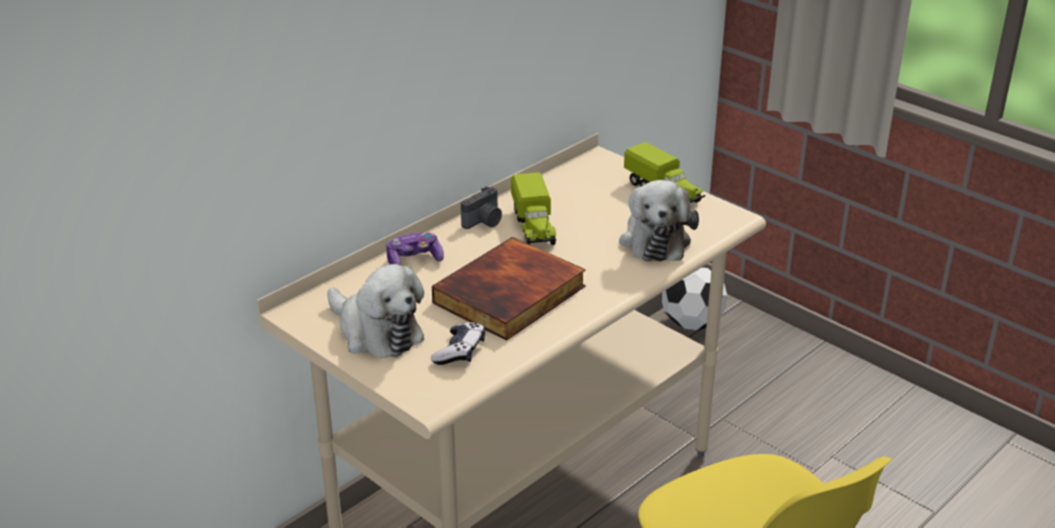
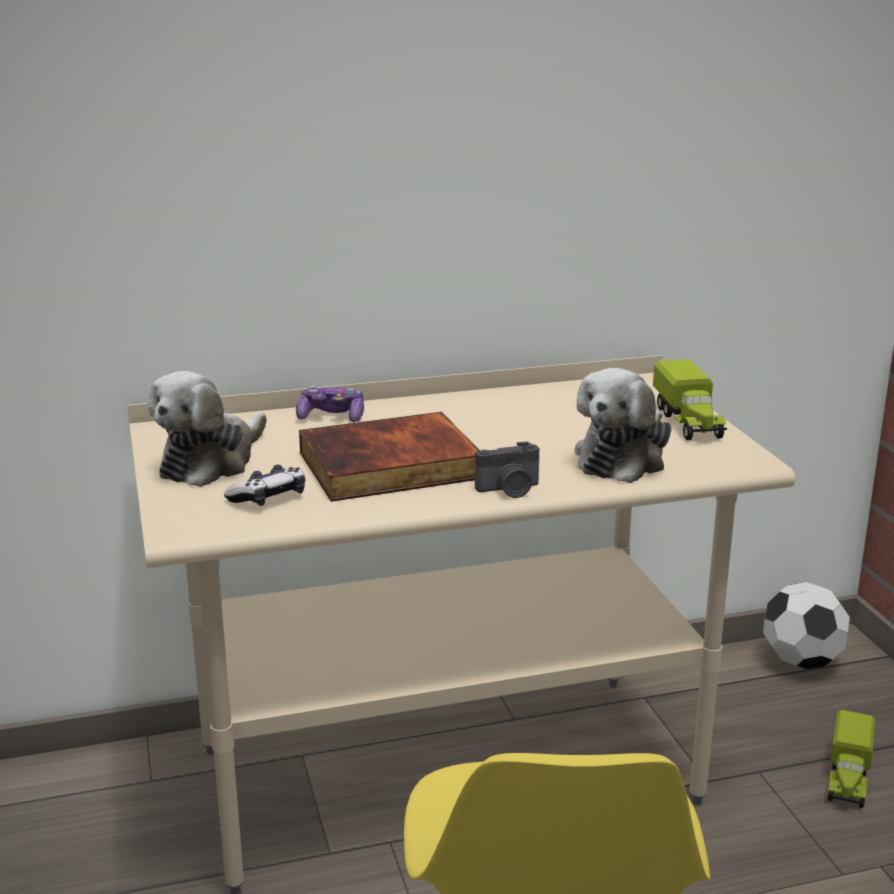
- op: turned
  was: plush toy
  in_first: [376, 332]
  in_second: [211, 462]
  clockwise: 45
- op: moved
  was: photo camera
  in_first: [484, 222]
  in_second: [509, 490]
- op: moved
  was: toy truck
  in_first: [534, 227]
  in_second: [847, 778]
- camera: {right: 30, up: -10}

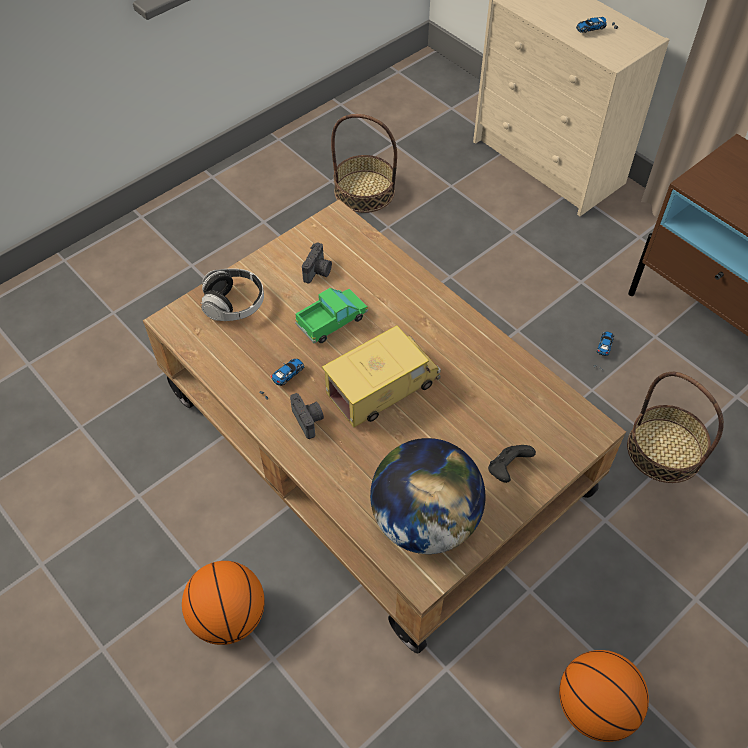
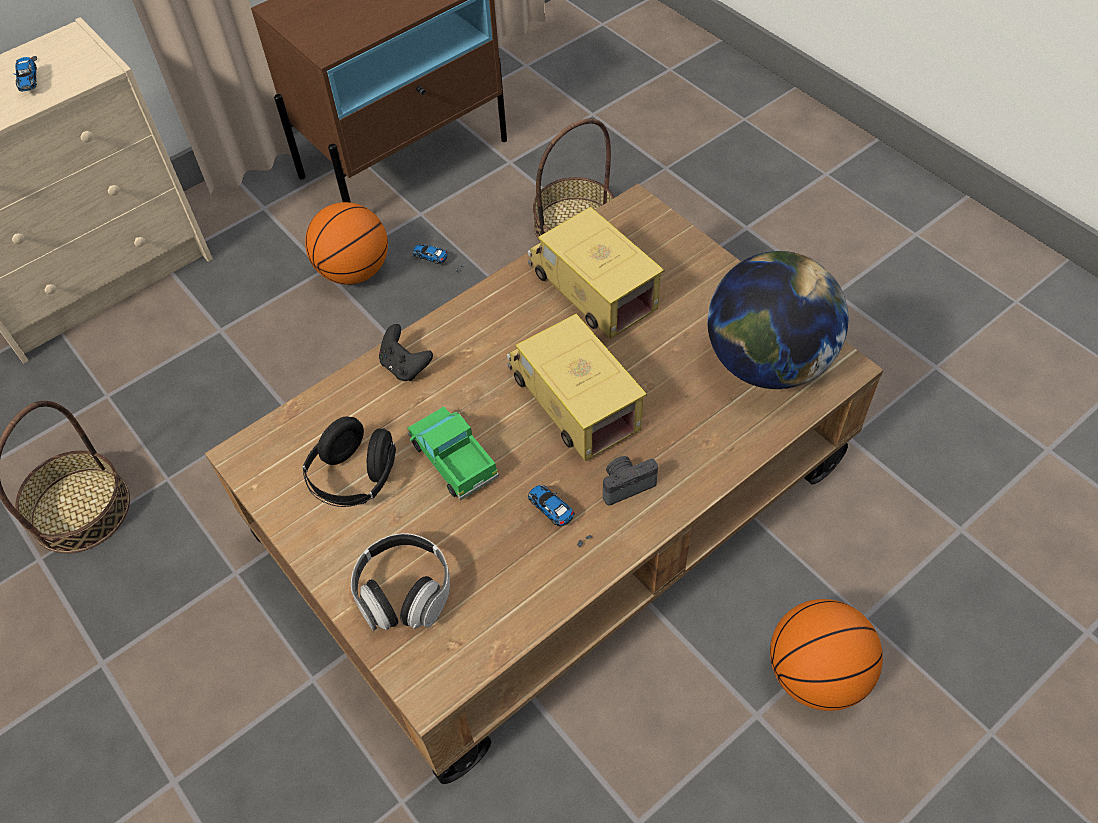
- op: replaced
  was: photo camera
  now: black headphones
  in_first: [318, 272]
  in_second: [355, 478]
- op: moved
  was: black game controller
  in_first: [507, 469]
  in_second: [405, 366]
- op: moved
  was: basketball
  in_first: [594, 707]
  in_second: [354, 271]
- op: added
  now: toy truck
  in_second: [592, 289]
- camera: {right: -85, up: 0}

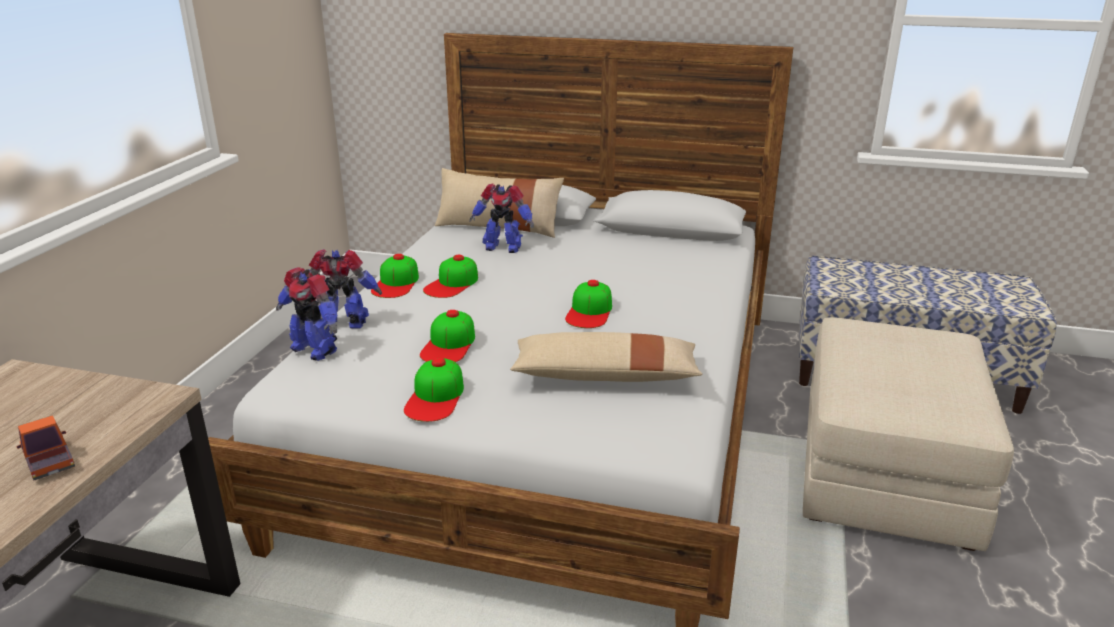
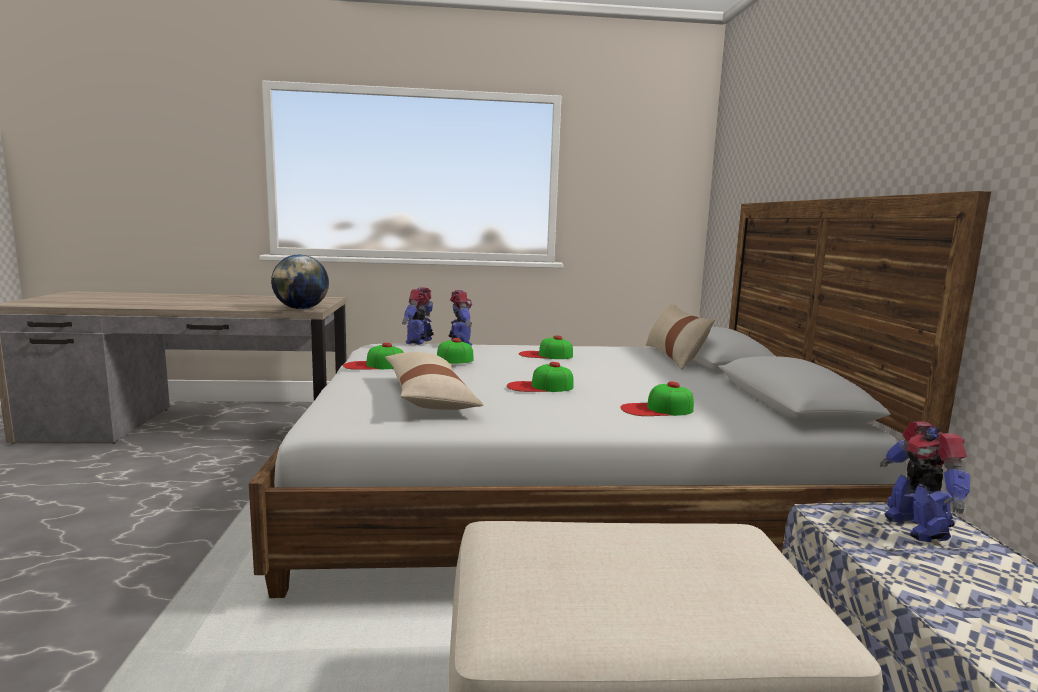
- op: removed
  was: toy truck
  in_first: [49, 462]
- op: moved
  was: cap
  in_first: [396, 283]
  in_second: [657, 409]
- op: moved
  was: toy robot
  in_first: [502, 247]
  in_second: [916, 527]
- op: added
  now: globe
  in_second: [301, 309]
- camera: {right: 70, up: -15}

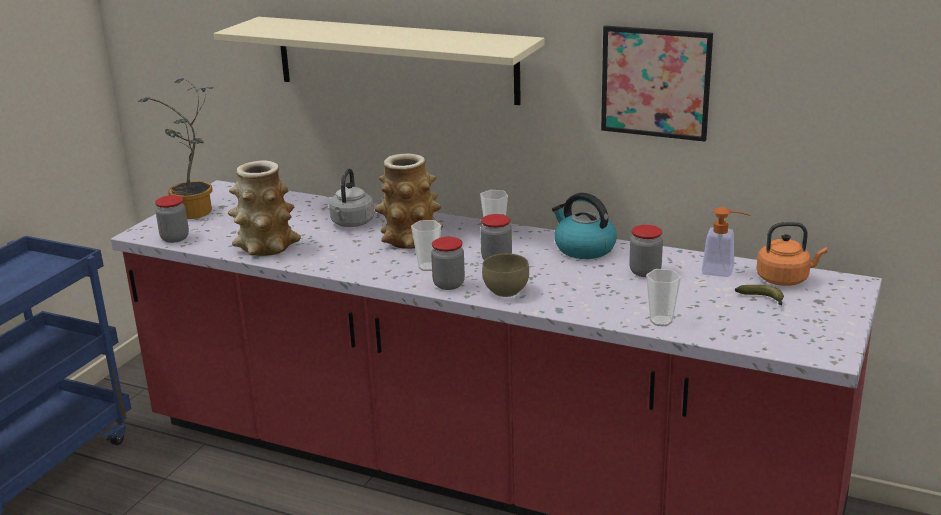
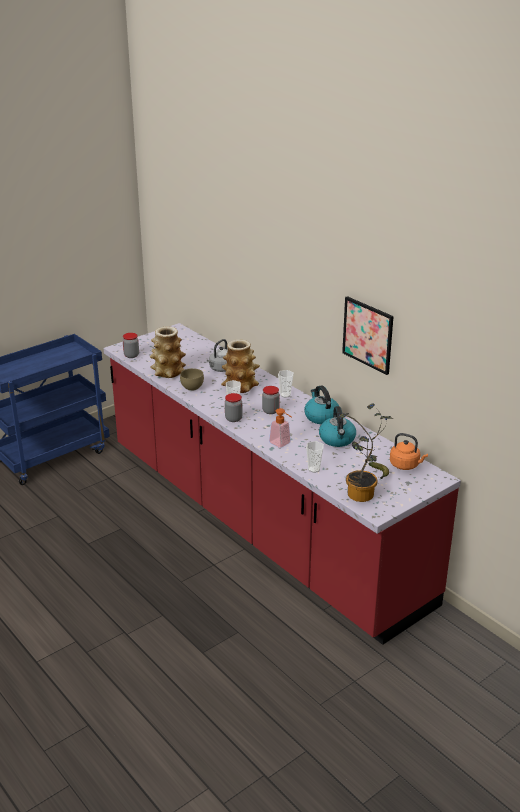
- op: moved
  was: potted plant
  in_first: [194, 214]
  in_second: [360, 497]
- op: removed
  was: beige shelf
  in_first: [395, 59]
- op: moved
  was: brown bowl
  in_first: [505, 290]
  in_second: [192, 387]
- op: replaced
  was: jar
  now: kettle
  in_first: [645, 272]
  in_second: [337, 439]
- op: moved
  was: soap dispenser
  in_first: [724, 271]
  in_second: [282, 444]
- camera: {right: 25, up: 5}

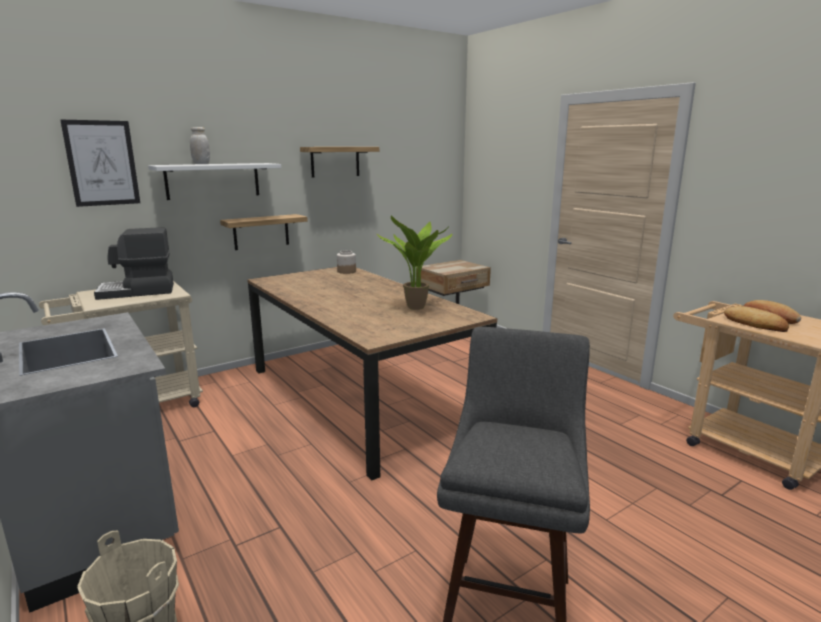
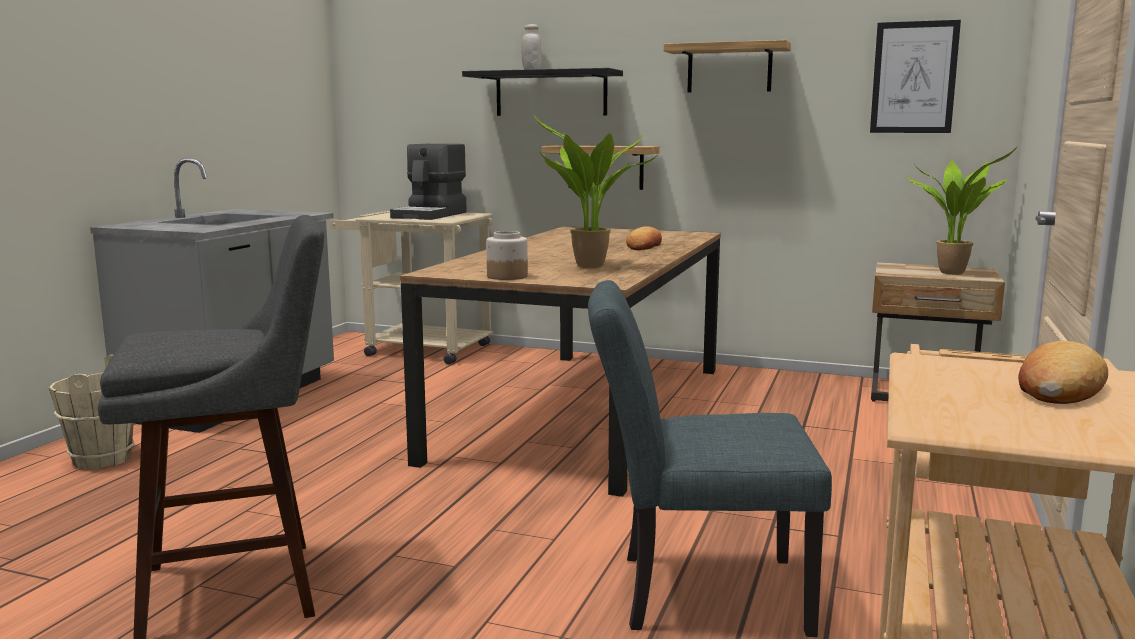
- op: moved
  was: picture
  in_first: [102, 163]
  in_second: [914, 77]
- op: turned
  was: coffee machine
  in_first: [137, 291]
  in_second: [431, 215]
  clockwise: -105
- op: recoloured
  was: white shelf
  now: black shelf
  in_first: [213, 180]
  in_second: [551, 93]
- op: moved
  was: jar
  in_first: [346, 271]
  in_second: [506, 276]
- op: moved
  was: bread
  in_first: [754, 324]
  in_second: [644, 245]
- op: added
  now: grey chair
  in_second: [695, 592]
- op: added
  now: potted plant
  in_second: [954, 273]
- camera: {right: 55, up: -5}

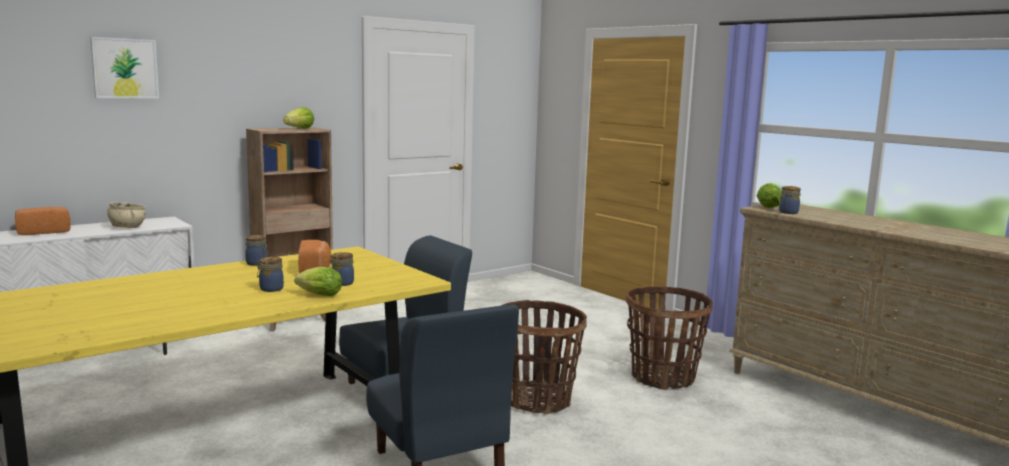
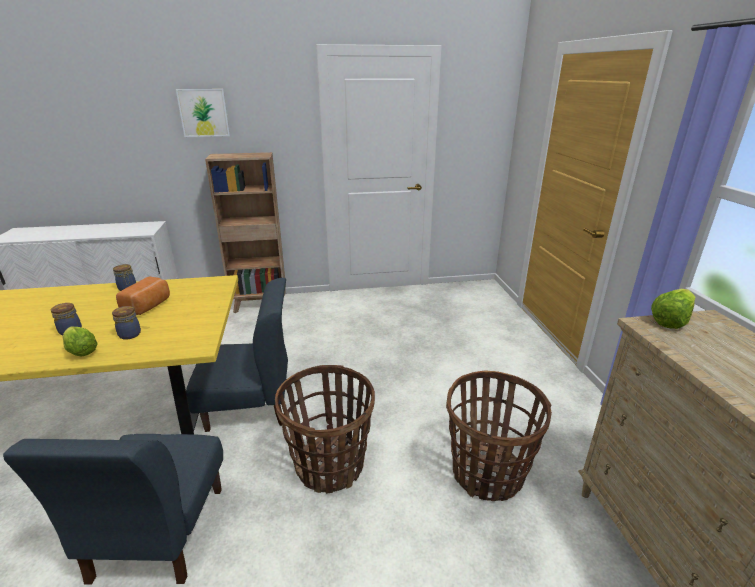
- op: removed
  was: bread
  in_first: [43, 232]
- op: moved
  was: picture
  in_first: [125, 68]
  in_second: [204, 113]
- op: removed
  was: beige bowl
  in_first: [127, 227]
- op: removed
  was: lettuce
  in_first: [299, 129]
- op: removed
  was: jar
  in_first: [787, 212]
- camera: {right: 30, up: 15}

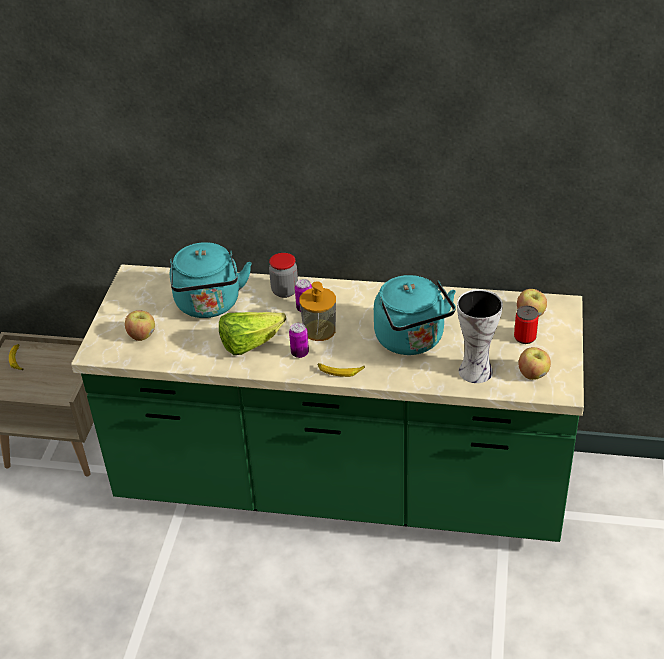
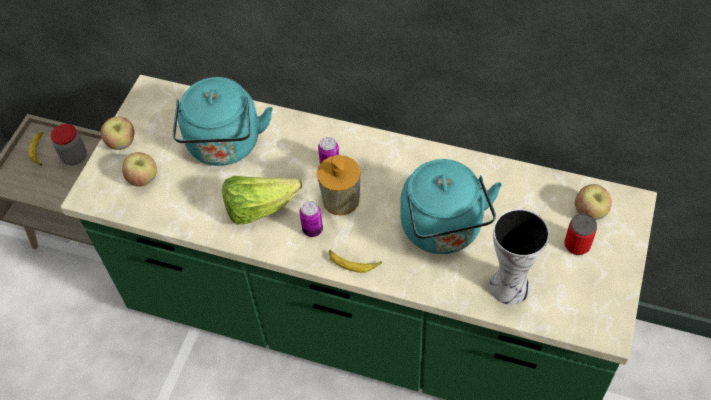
- op: moved
  was: jar
  in_first: [285, 291]
  in_second: [74, 157]
- op: moved
  was: apple
  in_first: [533, 374]
  in_second: [122, 143]
- camera: {right: 10, up: 15}

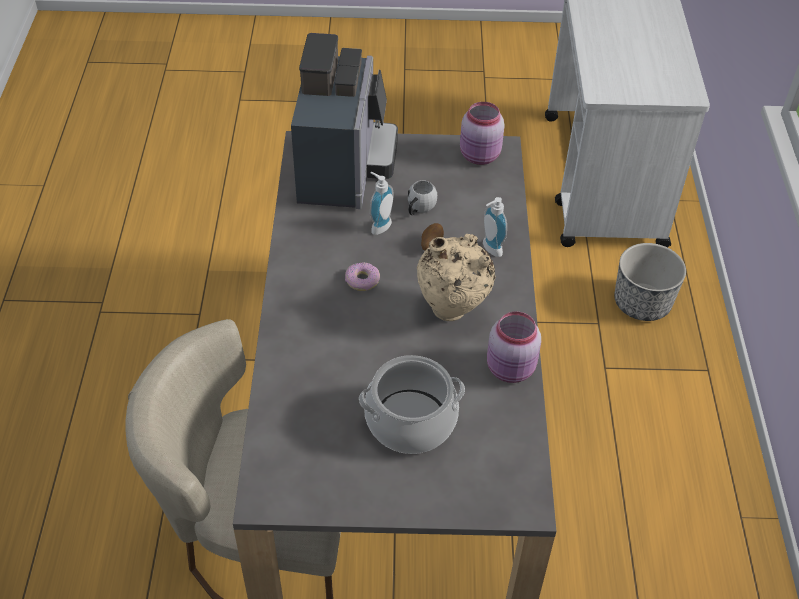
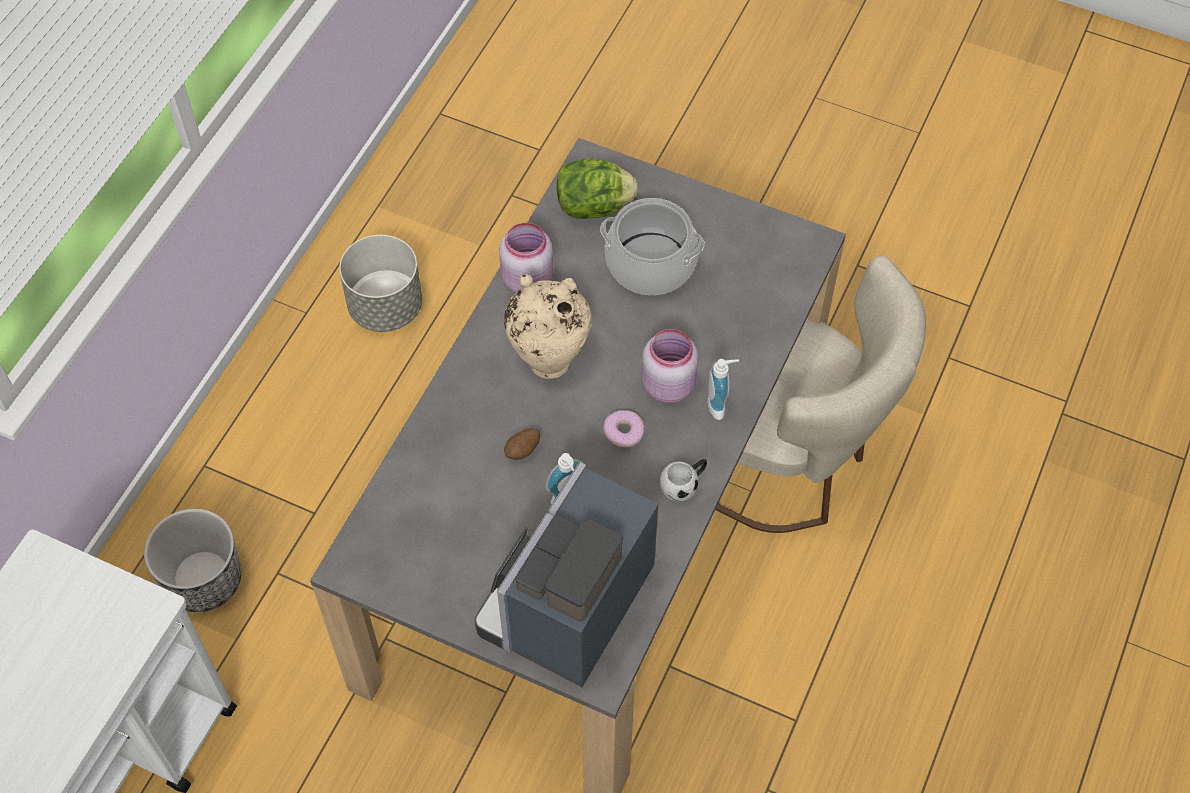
- op: moved
  was: white mug
  in_first: [419, 209]
  in_second: [684, 485]
- op: moved
  was: pink jar
  in_first: [480, 156]
  in_second: [668, 384]
- op: moved
  was: soap dispenser
  in_first: [489, 249]
  in_second: [720, 405]
- op: added
  now: grey planter
  in_second: [386, 306]
- op: added
  now: lettuce
  in_second: [593, 206]
- camera: {right: -155, up: 10}

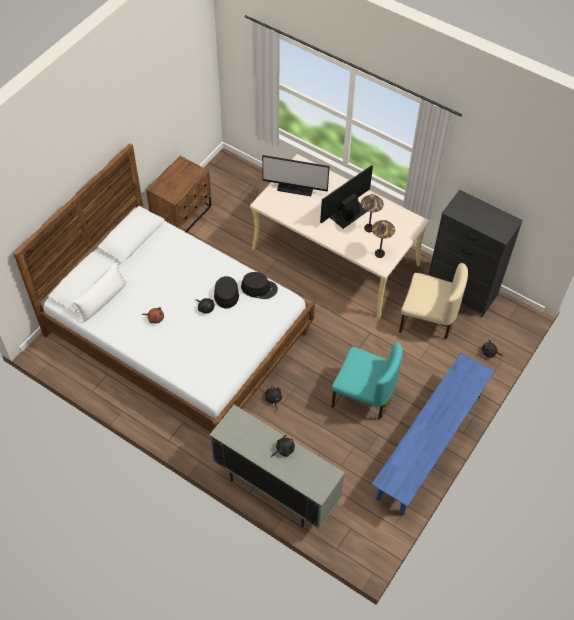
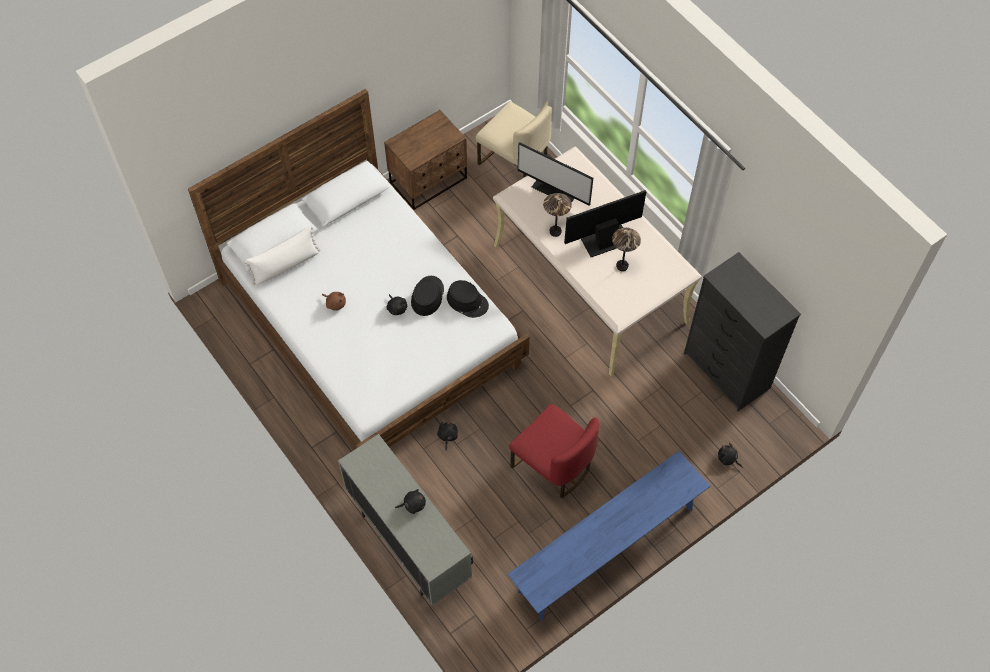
- op: recoloured
  was: turquoise chair
  now: red chair
  in_first: [363, 397]
  in_second: [553, 466]
- op: moved
  was: table lamp
  in_first: [379, 254]
  in_second: [555, 232]
- op: moved
  was: beige chair
  in_first: [427, 320]
  in_second: [514, 161]
- camera: {right: 20, up: 5}

